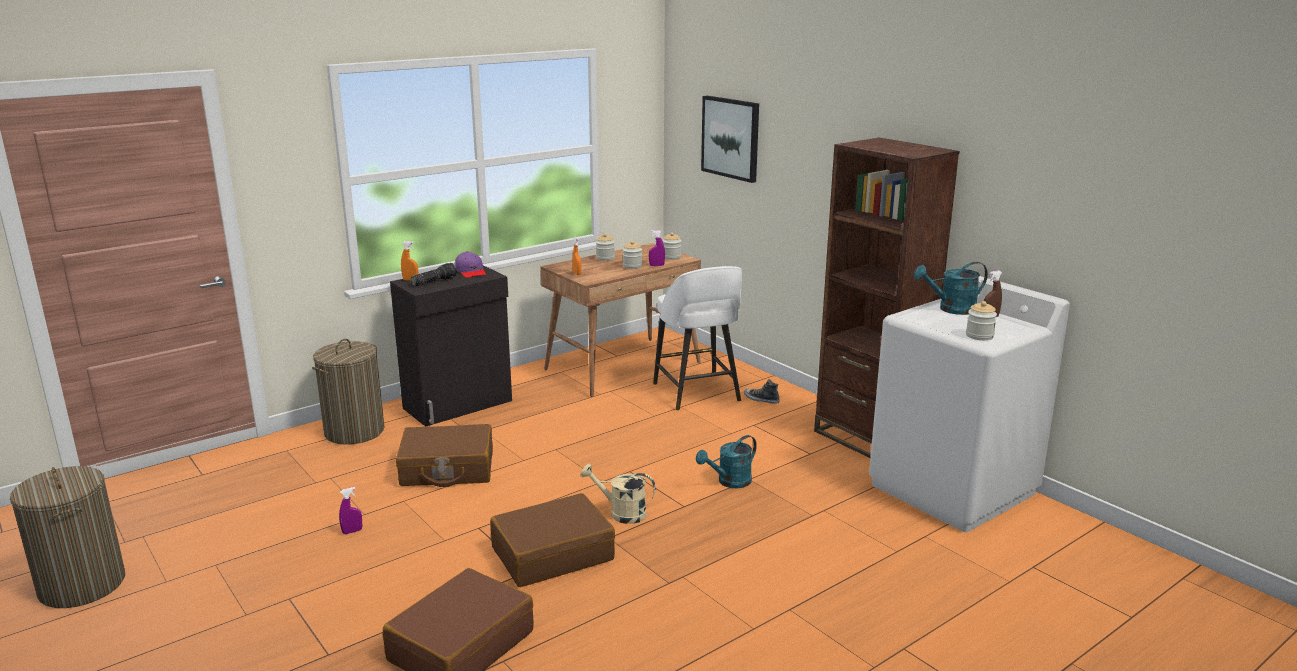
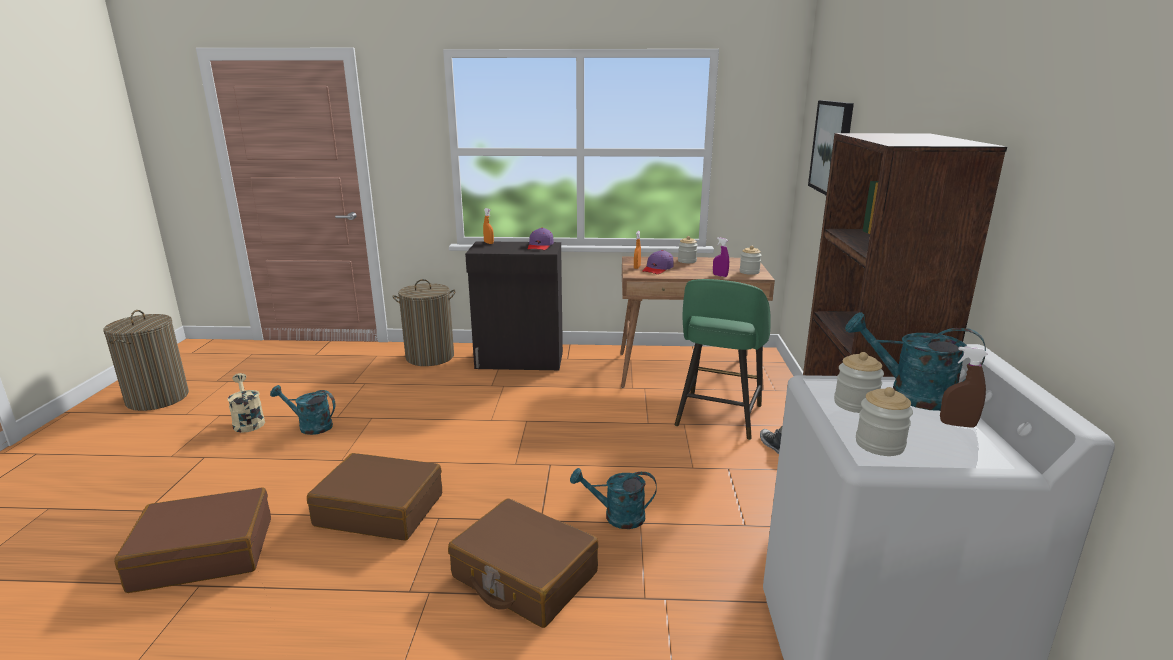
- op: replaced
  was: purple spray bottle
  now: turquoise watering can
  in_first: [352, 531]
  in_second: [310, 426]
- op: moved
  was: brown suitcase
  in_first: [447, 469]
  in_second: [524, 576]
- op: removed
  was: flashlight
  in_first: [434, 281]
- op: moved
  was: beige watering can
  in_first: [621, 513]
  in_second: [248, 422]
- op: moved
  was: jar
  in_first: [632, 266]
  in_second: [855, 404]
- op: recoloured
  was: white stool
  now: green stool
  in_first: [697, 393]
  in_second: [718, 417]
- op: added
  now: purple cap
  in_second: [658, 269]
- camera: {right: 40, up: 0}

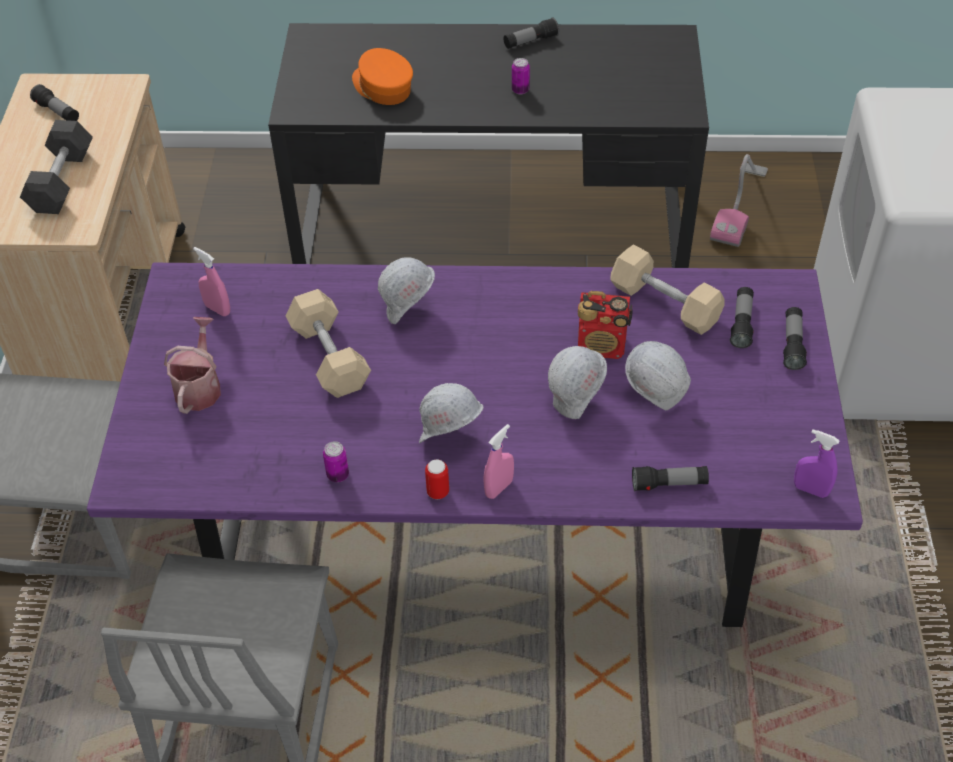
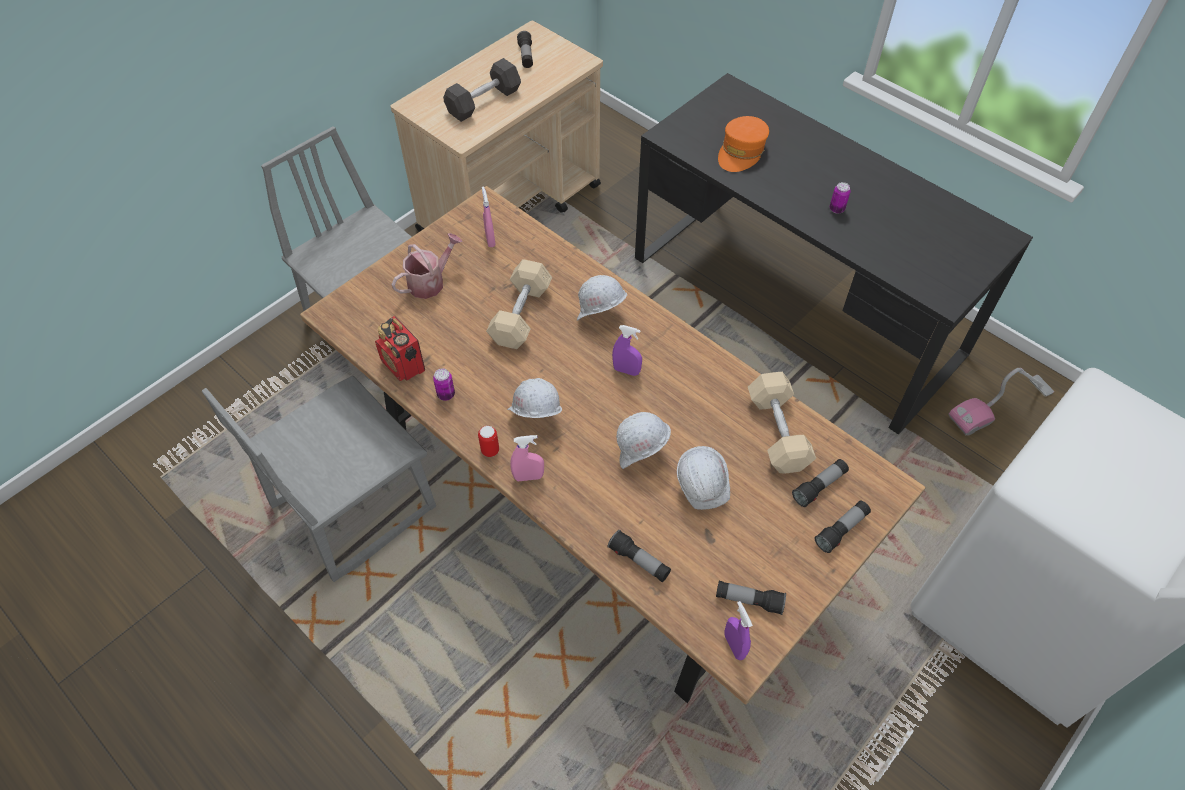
- op: recoloured
  was: purple dining table
  now: brown dining table
  in_first: [480, 519]
  in_second: [592, 495]
- op: turned
  was: orange cap
  in_first: [382, 87]
  in_second: [741, 152]
  clockwise: -150
- op: moved
  was: flashlight
  in_first: [530, 41]
  in_second: [749, 600]
- op: moved
  was: radio
  in_first: [602, 346]
  in_second: [403, 366]
- op: added
  now: purple spray bottle
  in_second: [626, 370]
- camera: {right: 40, up: 5}

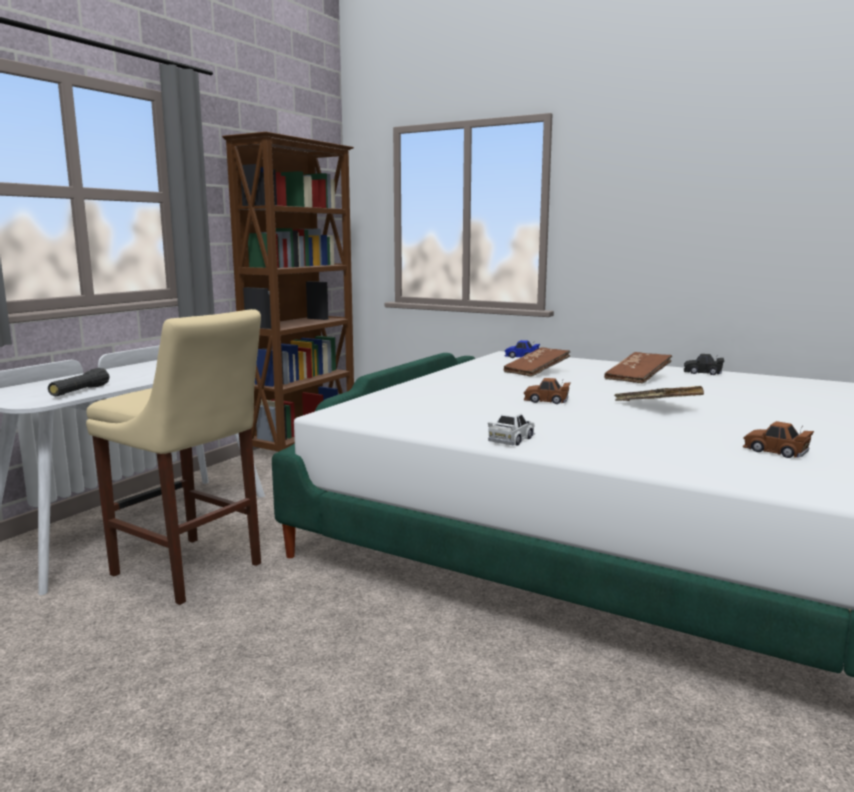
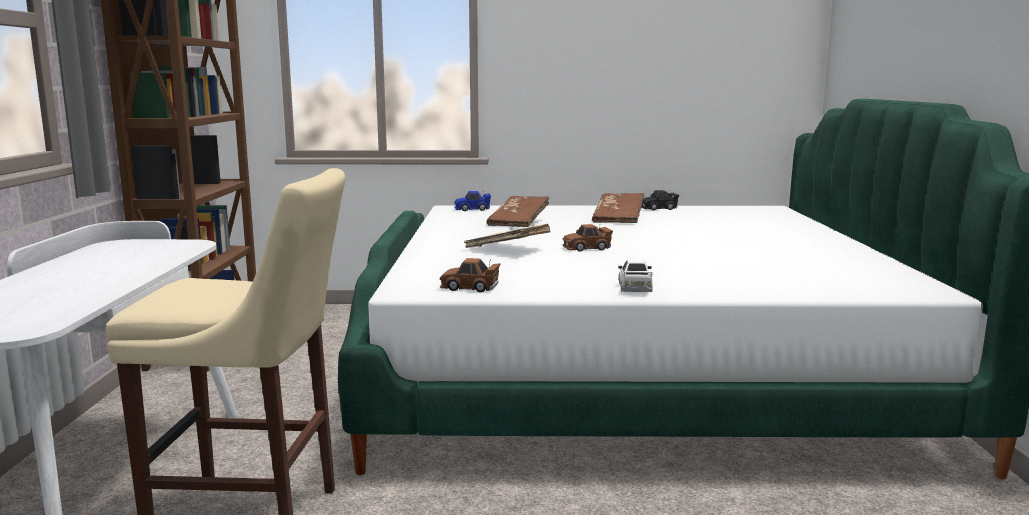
- op: removed
  was: black flashlight
  in_first: [80, 391]
- op: moved
  was: beige book
  in_first: [657, 407]
  in_second: [507, 249]
- op: moved
  was: brown toy car
  in_first: [775, 451]
  in_second: [470, 288]
- camera: {right: -30, up: 0}

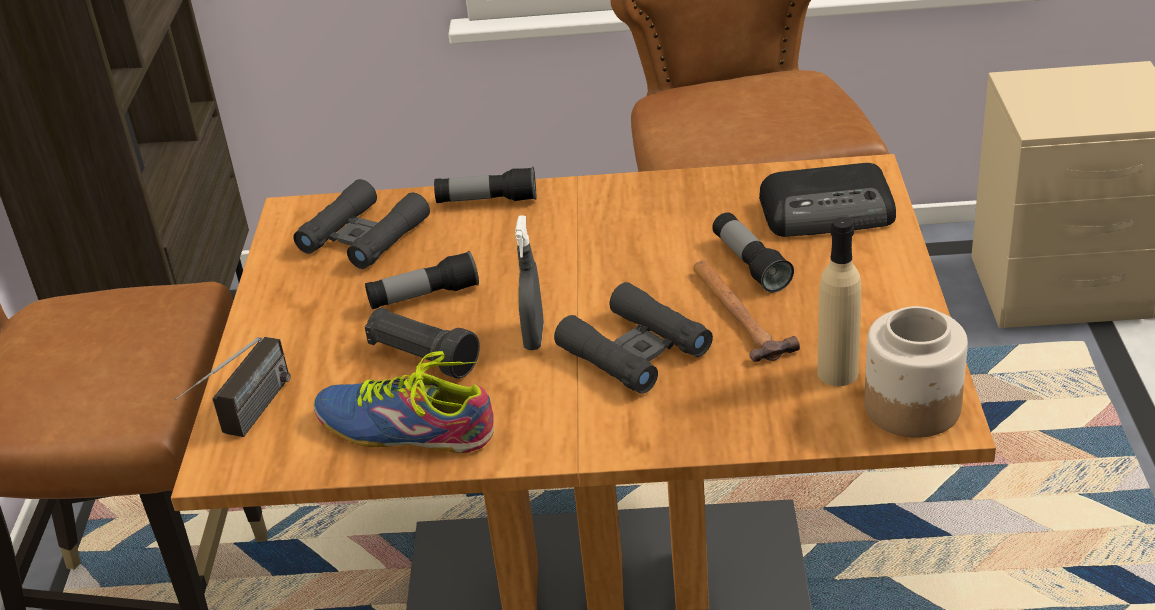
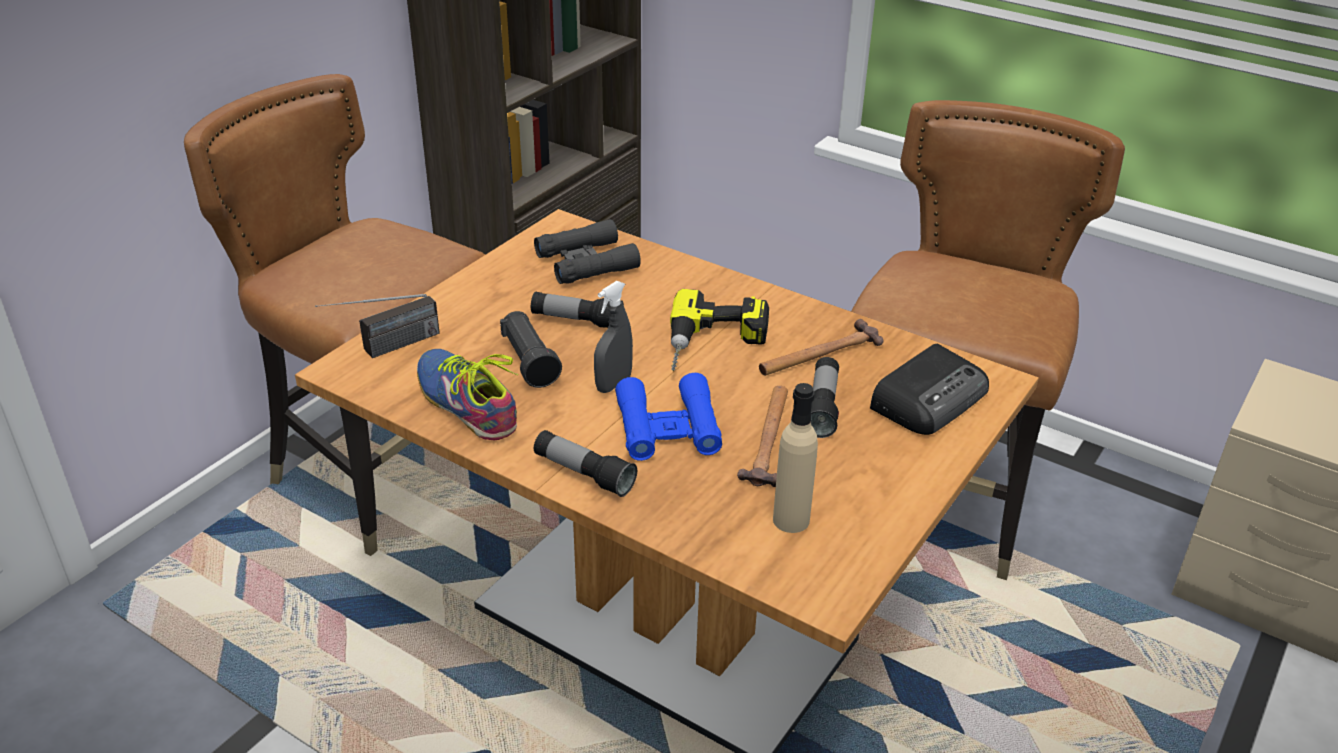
- op: moved
  was: flashlight
  in_first: [487, 201]
  in_second: [584, 474]
- op: recoloured
  was: black binoculars
  now: blue binoculars
  in_first: [634, 350]
  in_second: [668, 428]
- op: turned
  was: radio
  in_first: [830, 212]
  in_second: [930, 398]
  clockwise: -75
- op: removed
  was: jar
  in_first: [911, 407]
- op: added
  now: power drill
  in_second: [715, 344]
- op: added
  now: hammer
  in_second: [818, 354]
- camera: {right: 30, up: 0}

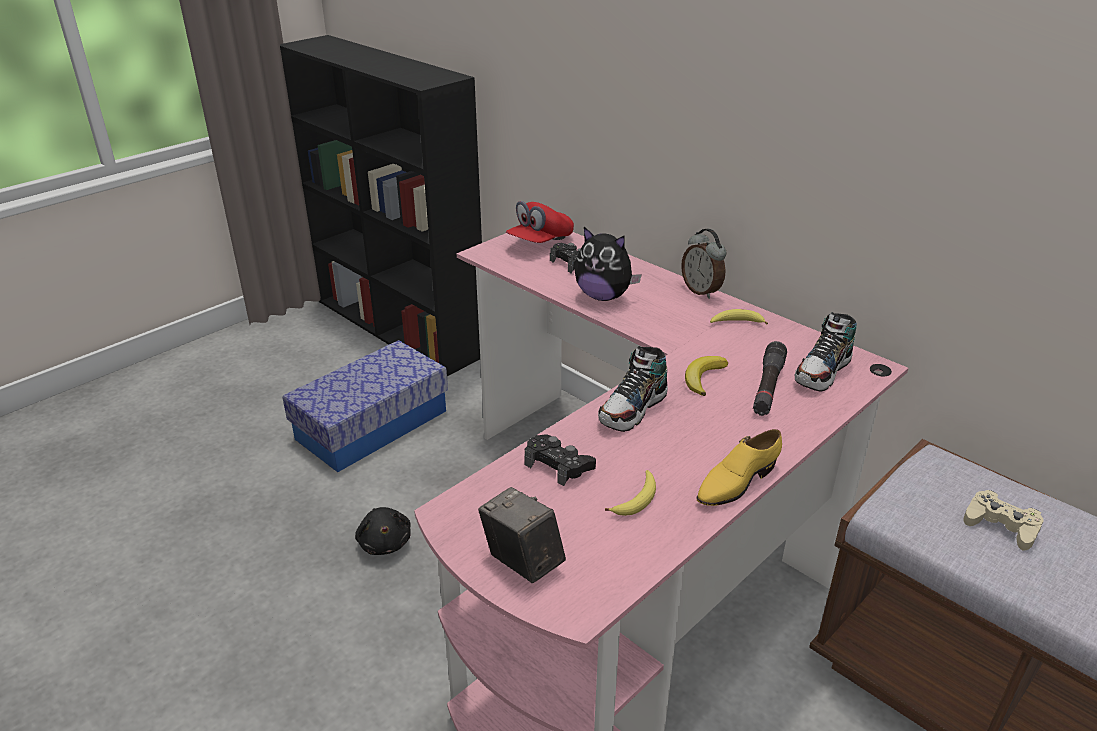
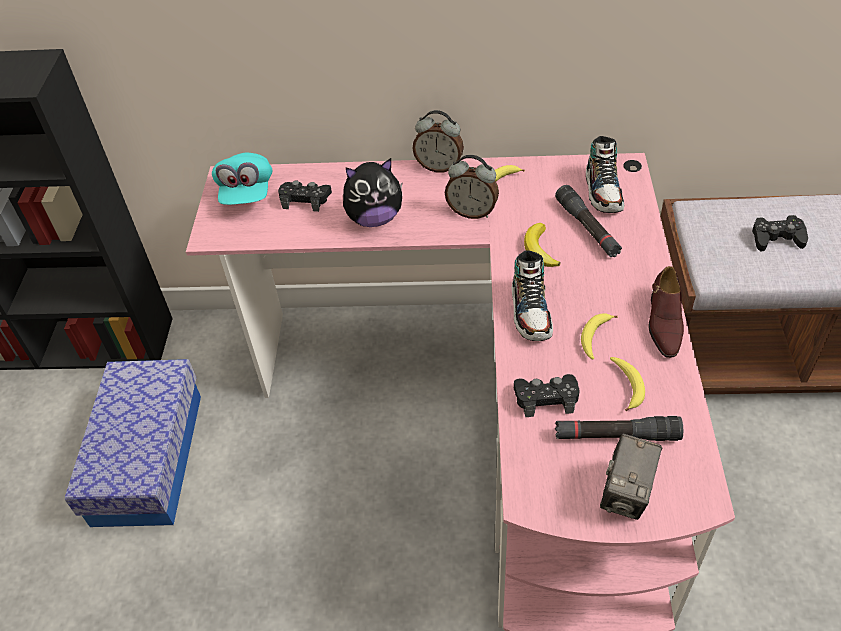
- op: removed
  was: black plush toy
  in_first: [385, 542]
- op: turned
  was: photo camera
  in_first: [522, 561]
  in_second: [626, 494]
  clockwise: -75
- op: recoloured
  was: red cap
  now: turquoise cap
  in_first: [540, 241]
  in_second: [247, 193]
- op: recoloured
  was: yellow shoe
  now: brown shoe
  in_first: [736, 482]
  in_second: [663, 323]
- op: recoloured
  was: beige game controller
  now: black game controller
  in_first: [1001, 525]
  in_second: [776, 238]
- op: added
  now: alarm clock
  in_second: [472, 212]
- op: added
  now: black flashlight
  in_second: [616, 435]
- op: added
  now: banana
  in_second: [594, 338]
- camera: {right: -40, up: 15}

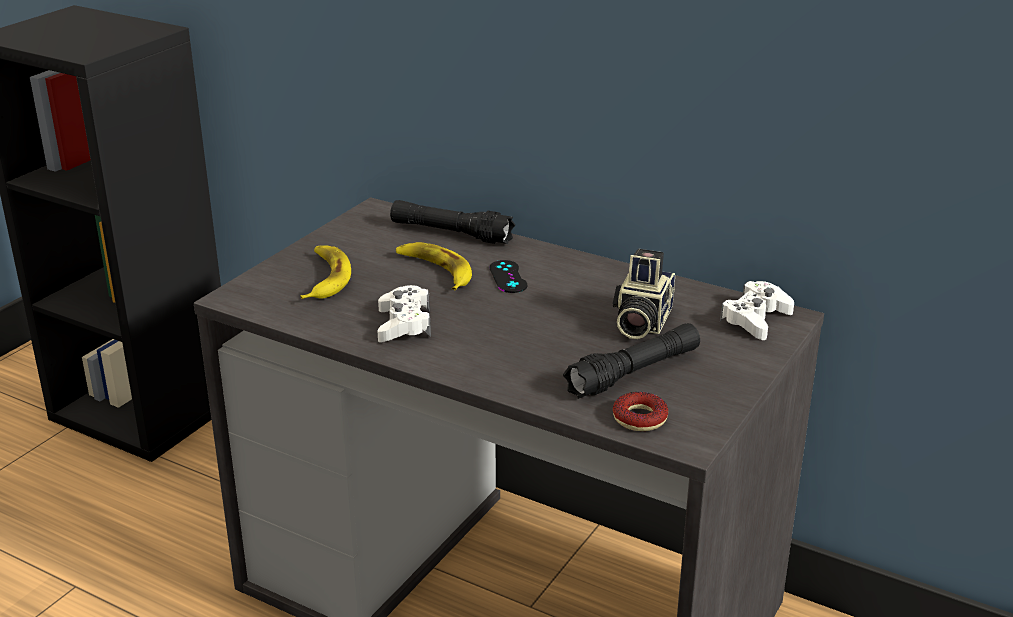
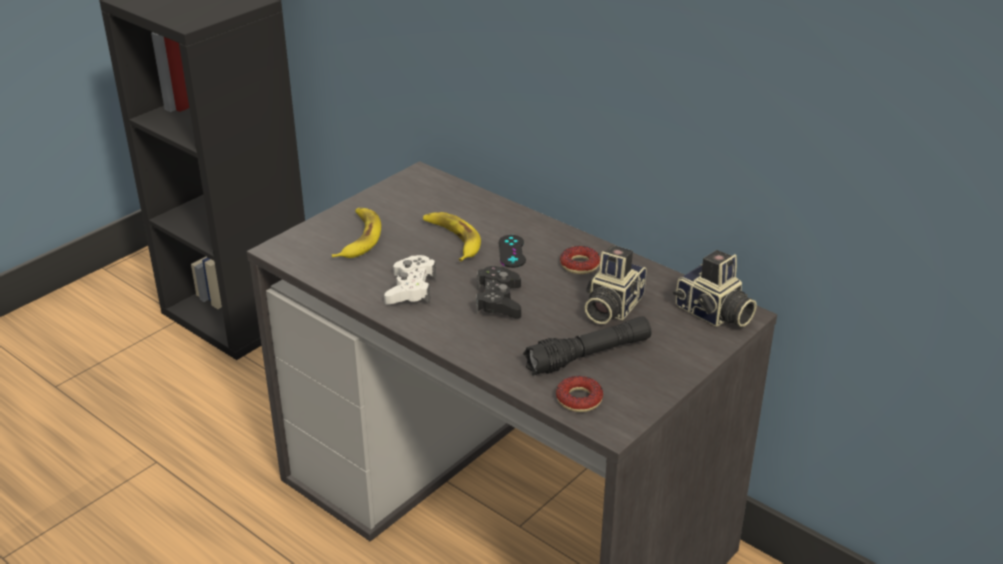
- op: removed
  was: black flashlight
  in_first: [451, 233]
- op: replaced
  was: white game controller
  now: photo camera
  in_first: [755, 319]
  in_second: [713, 314]
- op: added
  now: black game controller
  in_second: [498, 301]
- op: added
  now: donut
  in_second: [579, 265]
- camera: {right: 10, up: 5}

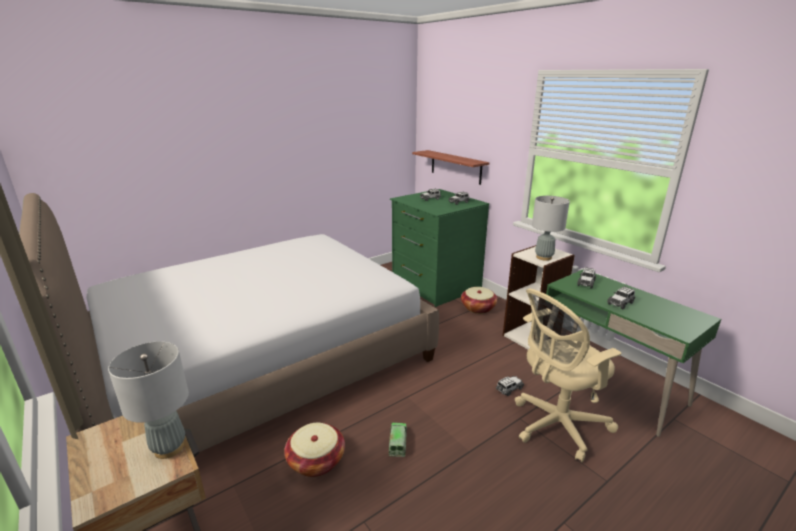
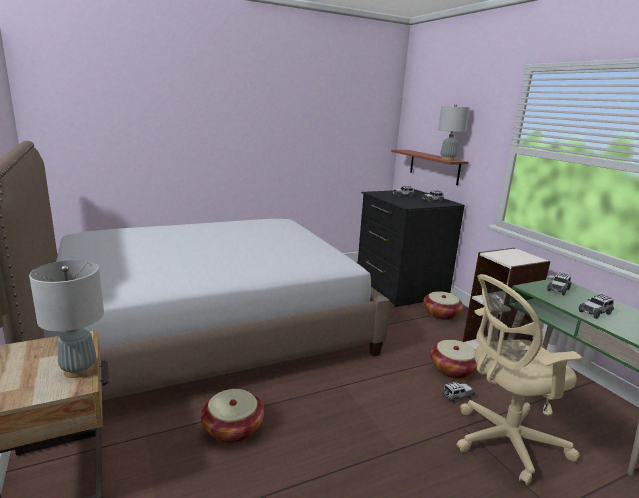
- op: removed
  was: toy truck
  in_first: [397, 443]
- op: recoloured
  was: green dresser
  now: black dresser
  in_first: [435, 285]
  in_second: [399, 288]
- op: moved
  was: grey table lamp
  in_first: [543, 257]
  in_second: [447, 159]
- op: added
  now: basket
  in_second: [452, 369]
- camera: {right: 10, up: -5}

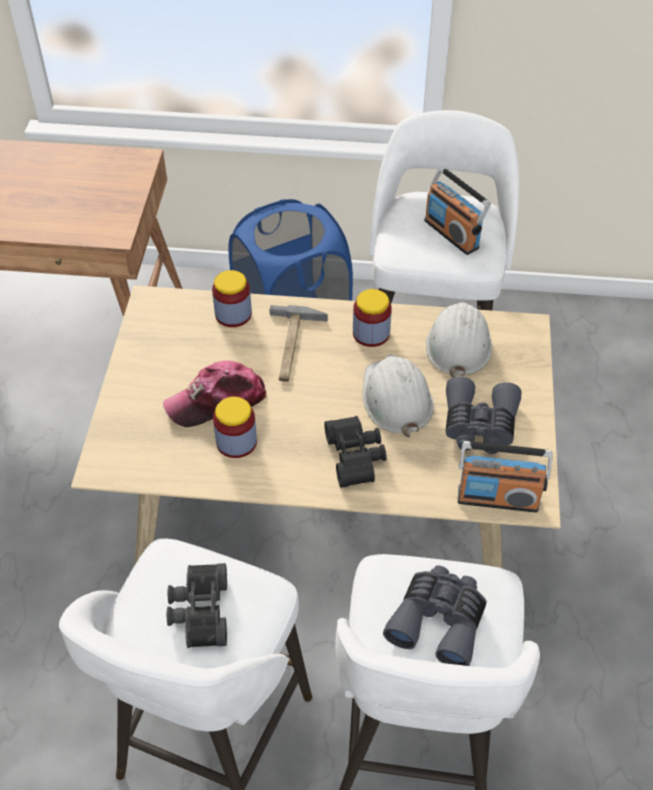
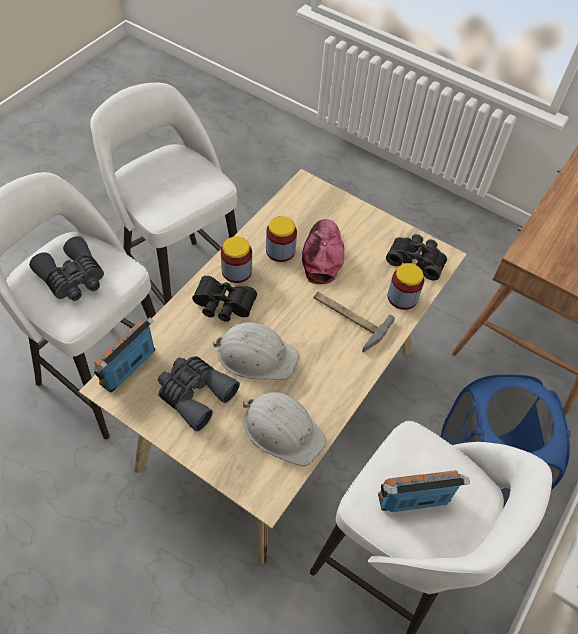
- op: moved
  was: black binoculars
  in_first: [198, 611]
  in_second: [416, 260]
- op: moved
  was: jar
  in_first: [371, 333]
  in_second: [236, 271]
- camera: {right: 115, up: 5}

